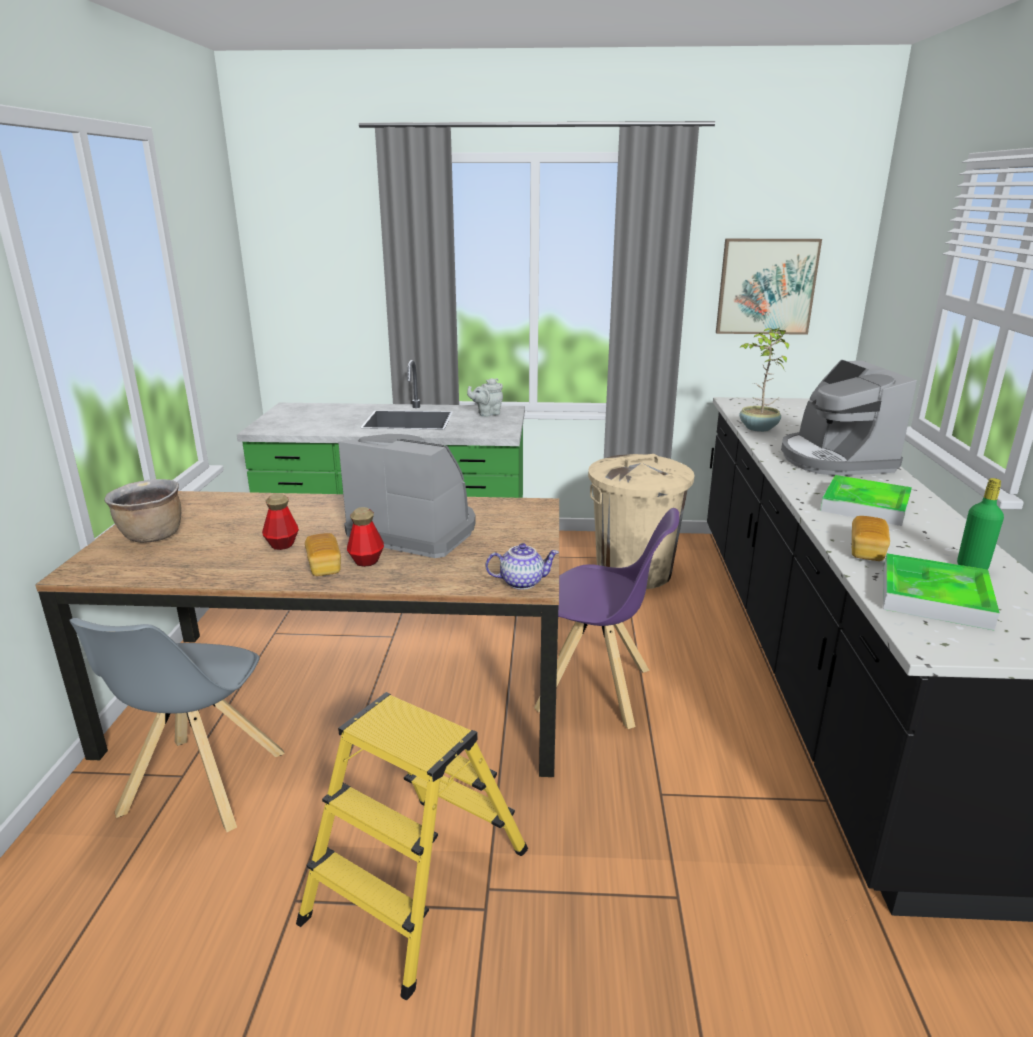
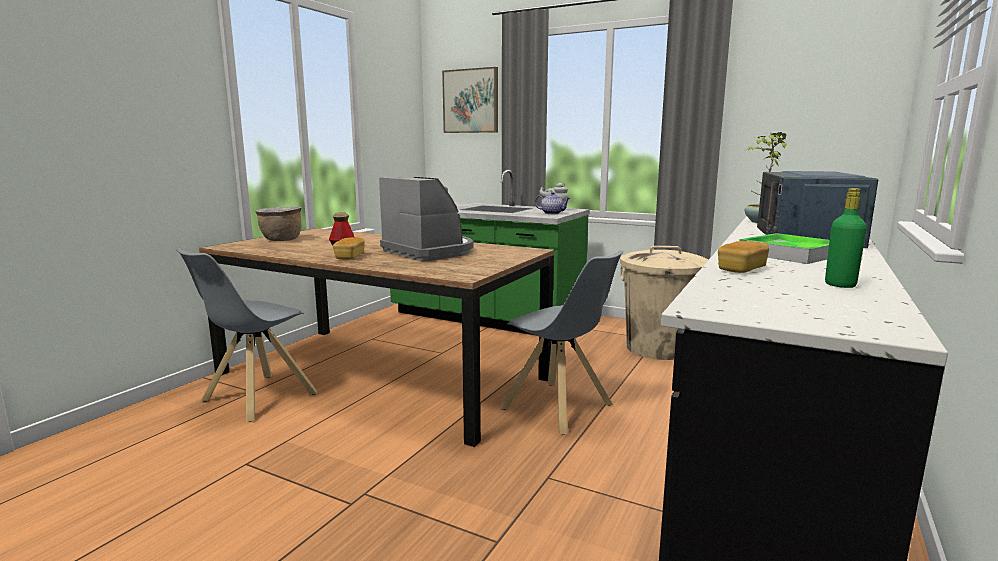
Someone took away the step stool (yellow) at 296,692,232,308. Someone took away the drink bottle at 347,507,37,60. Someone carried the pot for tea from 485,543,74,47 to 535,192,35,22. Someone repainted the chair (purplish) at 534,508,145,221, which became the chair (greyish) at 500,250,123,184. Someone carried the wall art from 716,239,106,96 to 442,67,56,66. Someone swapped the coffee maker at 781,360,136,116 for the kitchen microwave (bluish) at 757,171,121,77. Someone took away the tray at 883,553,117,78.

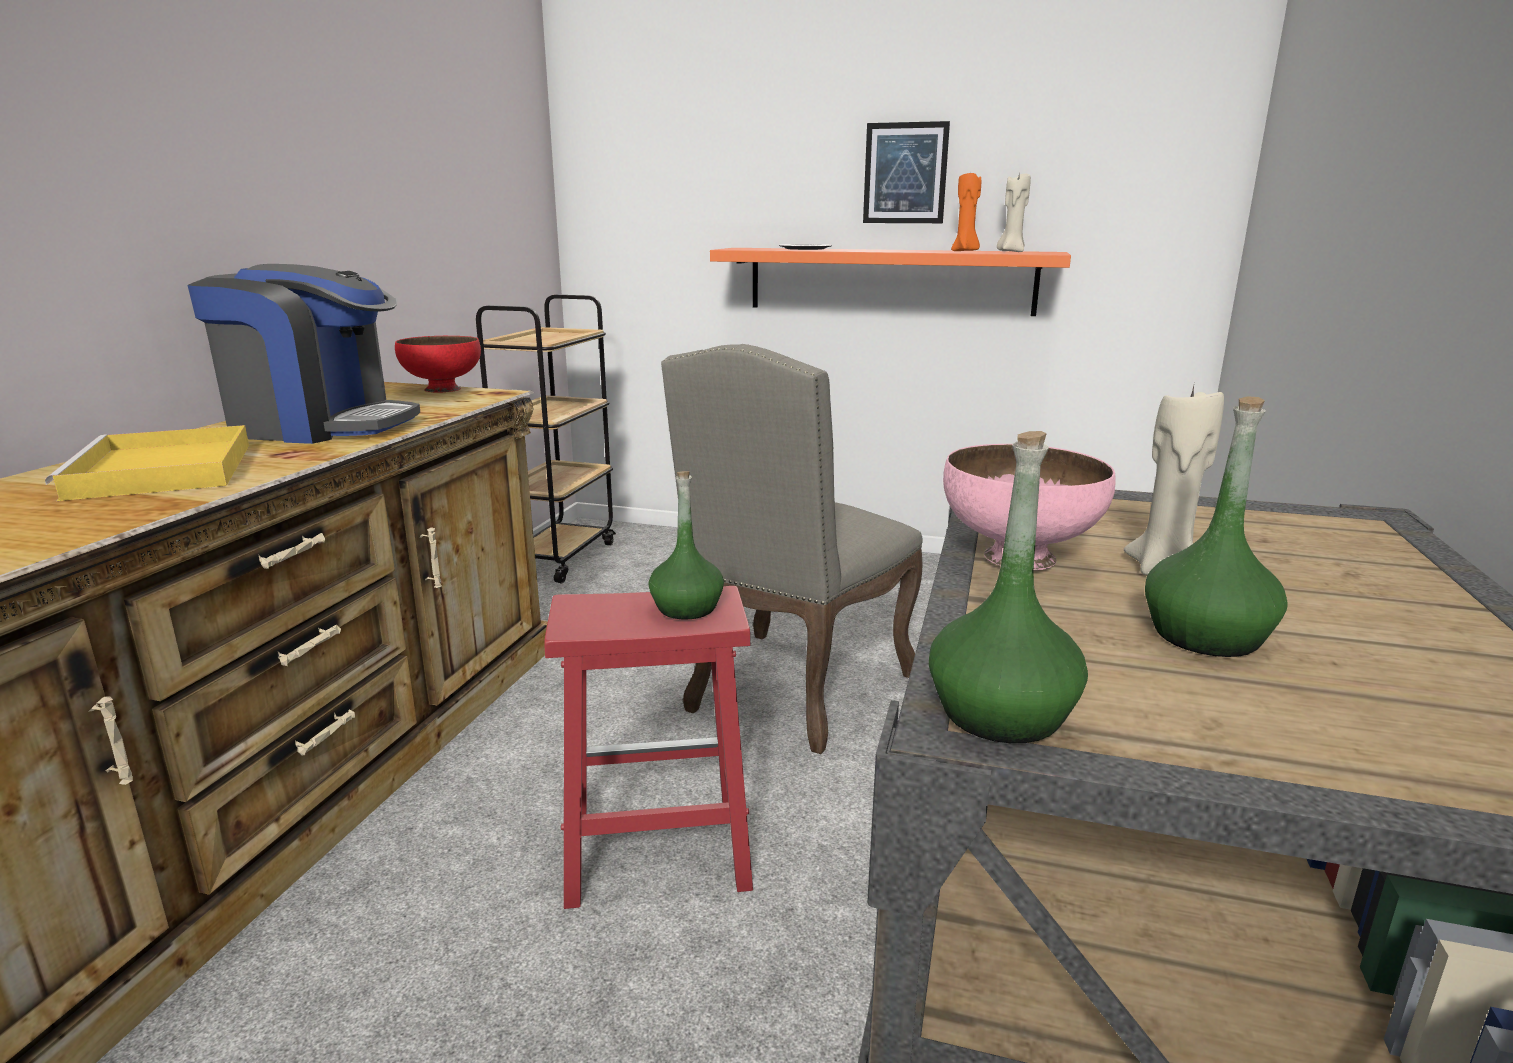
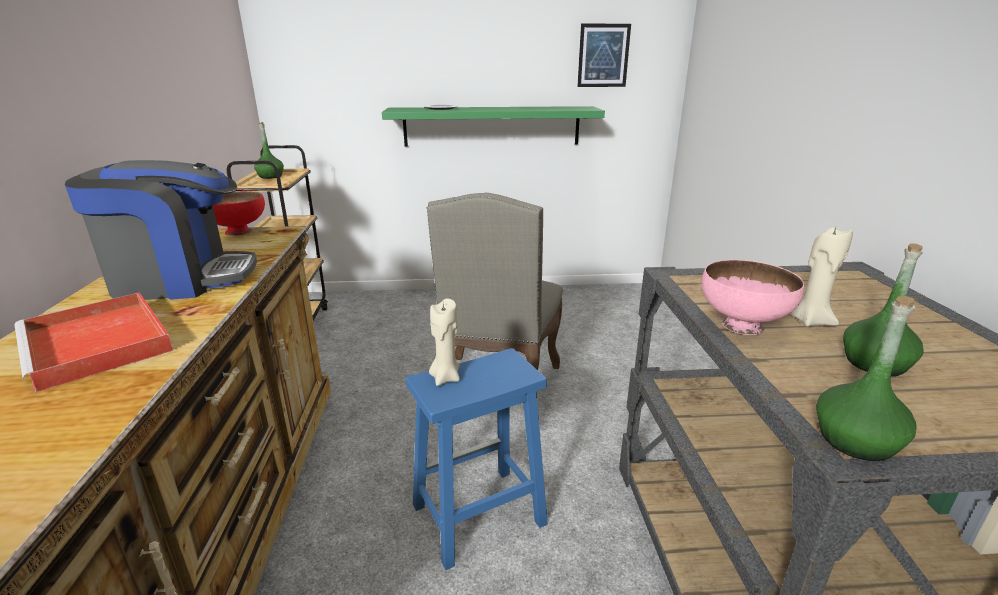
Someone repainted the tray (yellow) at 45,425,204,76, which became the tray (reddish) at 15,292,158,101. Someone repainted the stool (reddish) at 544,586,209,323, which became the stool (bluish) at 406,348,142,222. Someone carried the drink bottle (green-coloured) from 649,471,75,148 to 254,122,30,57. Someone repainted the bracket shelf (orangey) at 710,248,361,68, which became the bracket shelf (green-coloured) at 382,106,223,40. Someone carried the wall art from 863,121,87,102 to 577,24,54,63. Someone took away the wax light (orangey) at 951,172,30,79. Someone carried the wax light (sand-coloured) from 997,171,34,81 to 429,298,31,88.

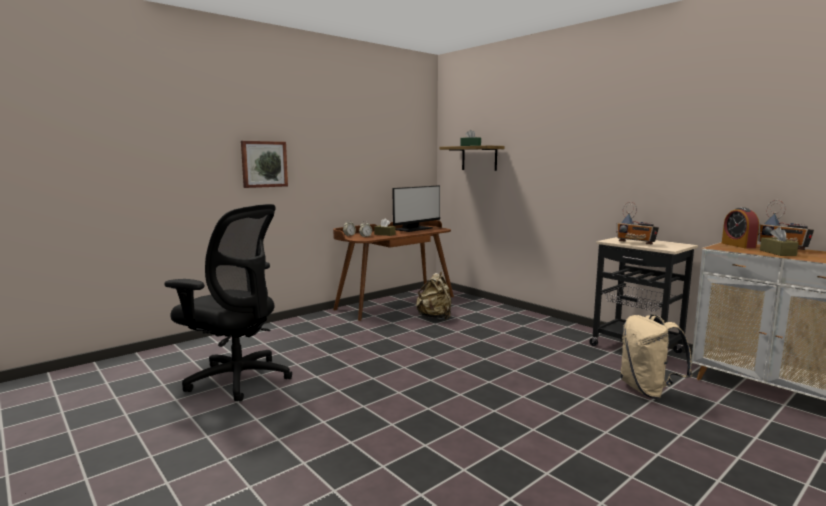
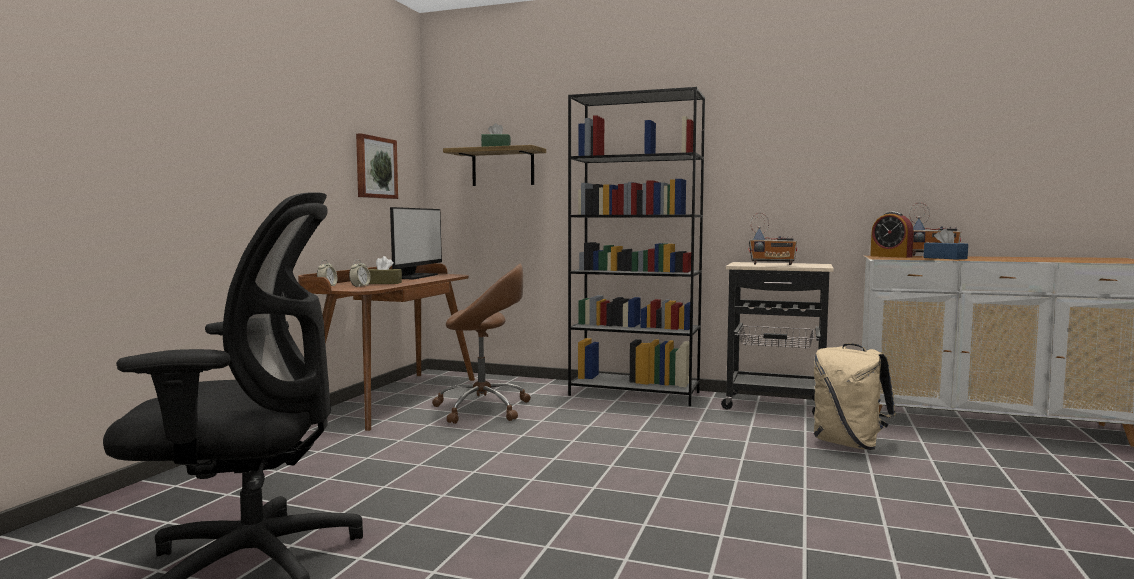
Someone carried the wall art from 241,141,47,47 to 356,133,42,66. Someone swapped the knapsack (sand-coloured) at 416,272,35,48 for the office chair (brownish) at 432,264,99,160. Someone repainted the tissue holder (brownish) at 760,227,39,29, which became the tissue holder (bluish) at 923,228,45,31. Someone put down the bookshelf (greyish) at 568,87,137,319.

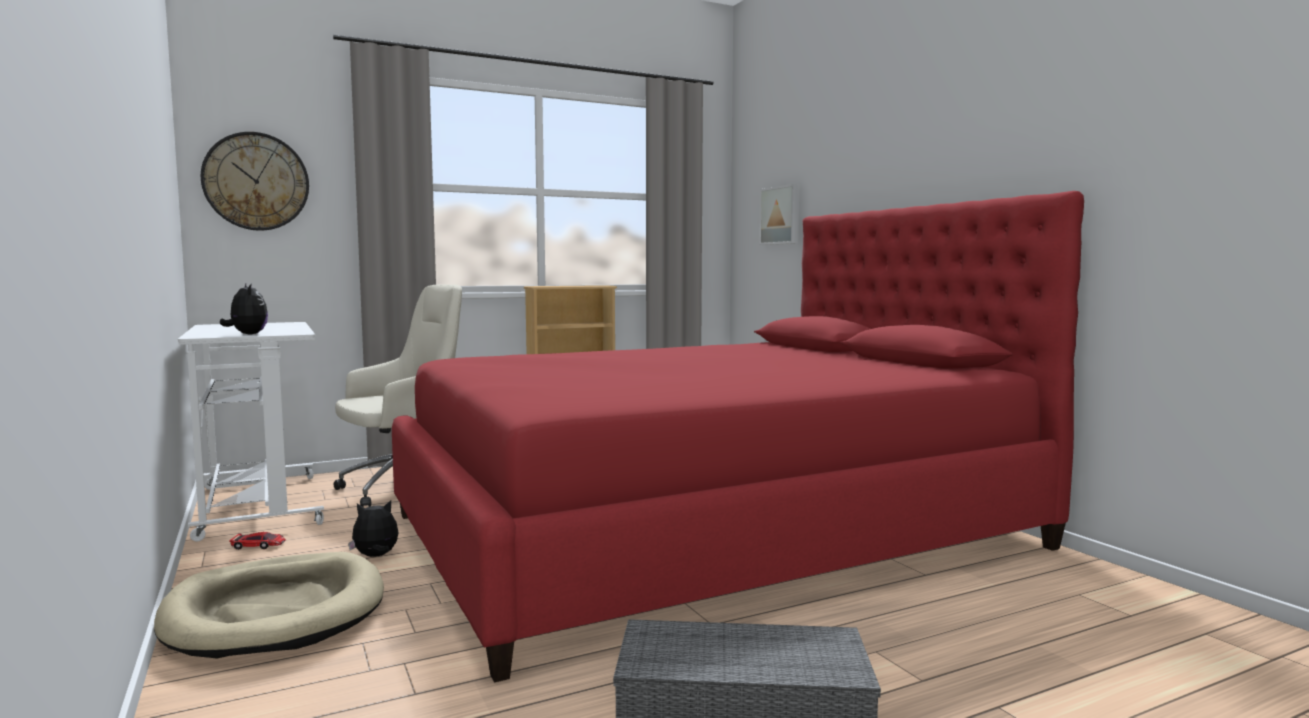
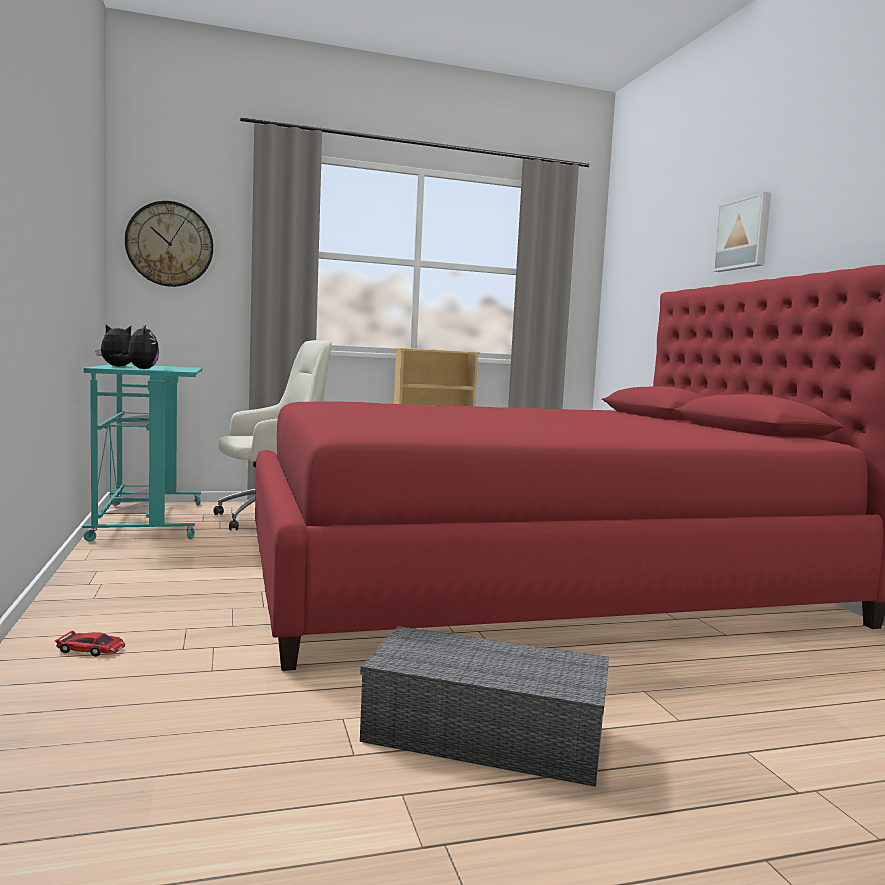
Someone took away the pet bed (sand-coloured) at 154,552,230,107. Someone repainted the desk (whitish) at 178,322,146,219, which became the desk (turquoise-coloured) at 82,364,120,178. Someone carried the model car from 229,532,57,18 to 55,631,70,26. Someone carried the plush toy from 348,500,51,57 to 95,325,37,42. Someone carried the wall art from 759,184,41,61 to 712,192,59,80.

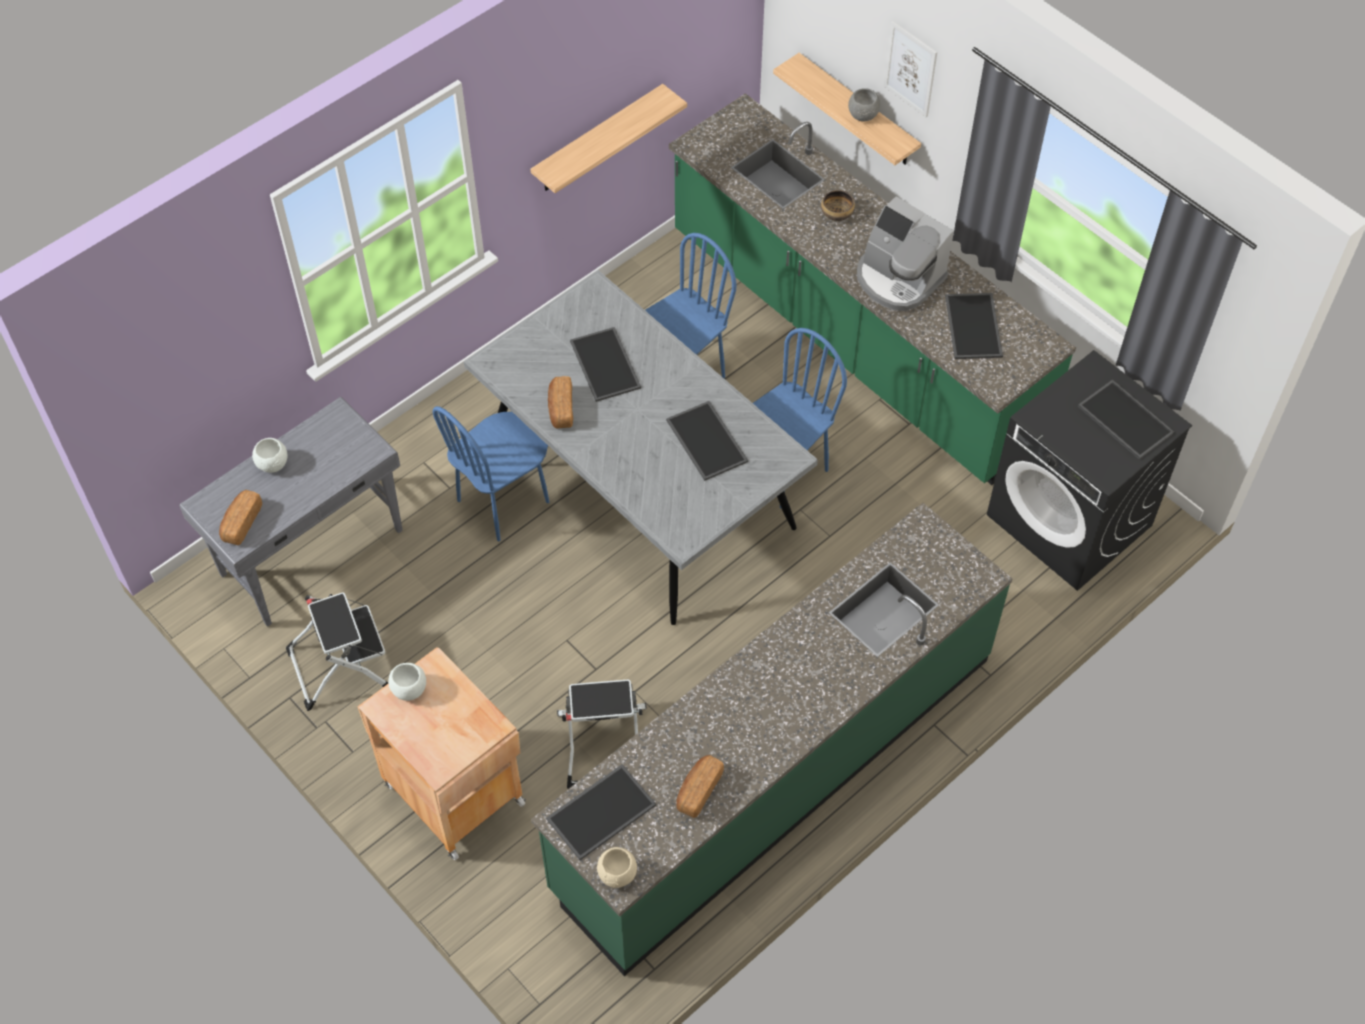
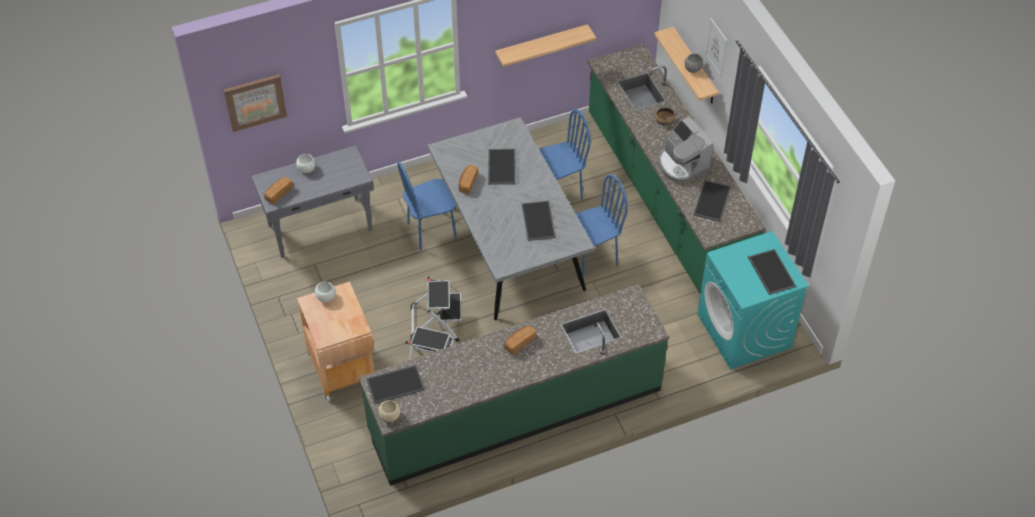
Someone carried the step stool from 286,593,102,118 to 411,276,51,65. Someone carried the bread from 676,755,48,63 to 504,326,32,28. Someone repainted the laundry appliance (black-coloured) at 987,350,205,241, which became the laundry appliance (turquoise-coloured) at 697,231,112,139. Someone put up the wall art at 224,74,63,58.

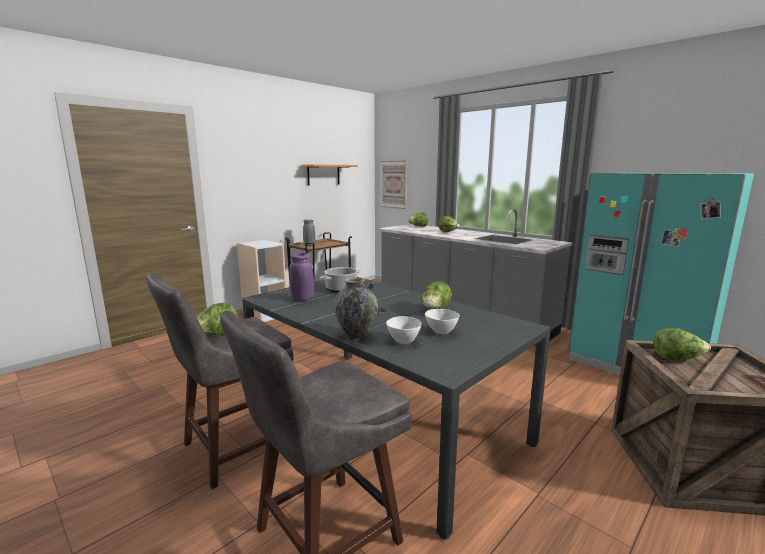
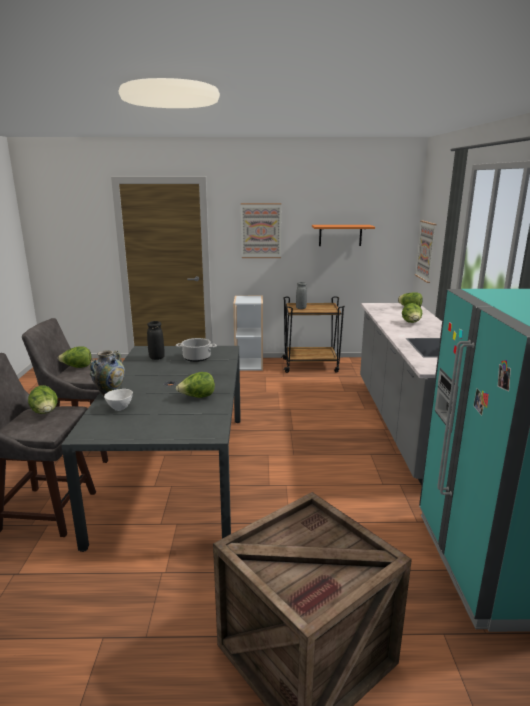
Someone repainted the flower vase (purplish) at 289,253,25,48, which became the flower vase (black-coloured) at 147,321,18,39. Someone took away the serving bowl (whitish) at 425,309,34,25. Someone carried the head of lettuce from 654,328,57,33 to 28,385,30,29. Someone put up the wall art at 241,203,40,55.

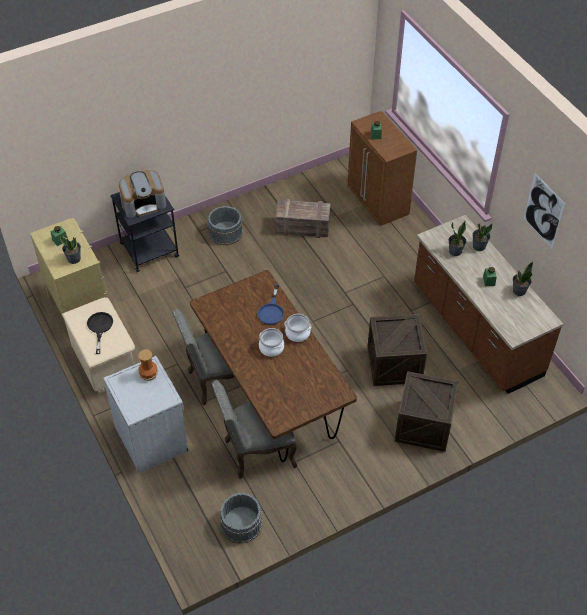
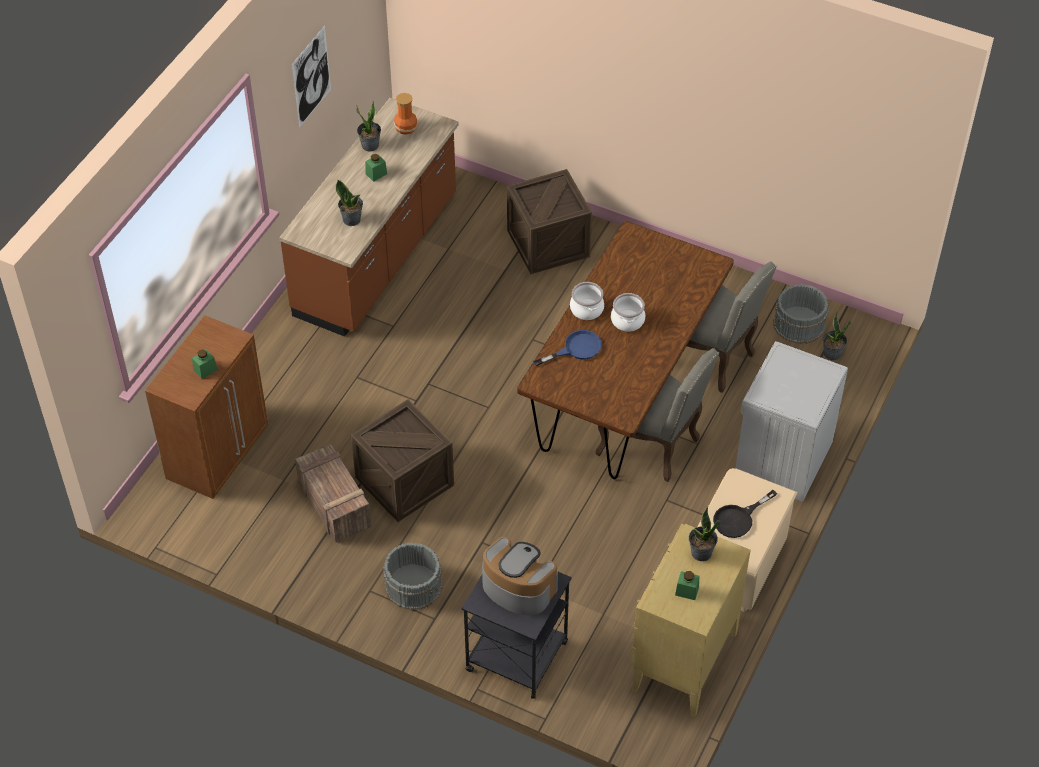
Someone carried the flower vase from 138,349,20,32 to 394,93,24,42. Someone carried the crate from 368,314,59,72 to 351,399,103,123. Someone carried the houseplant from 472,223,21,28 to 823,312,28,48.

